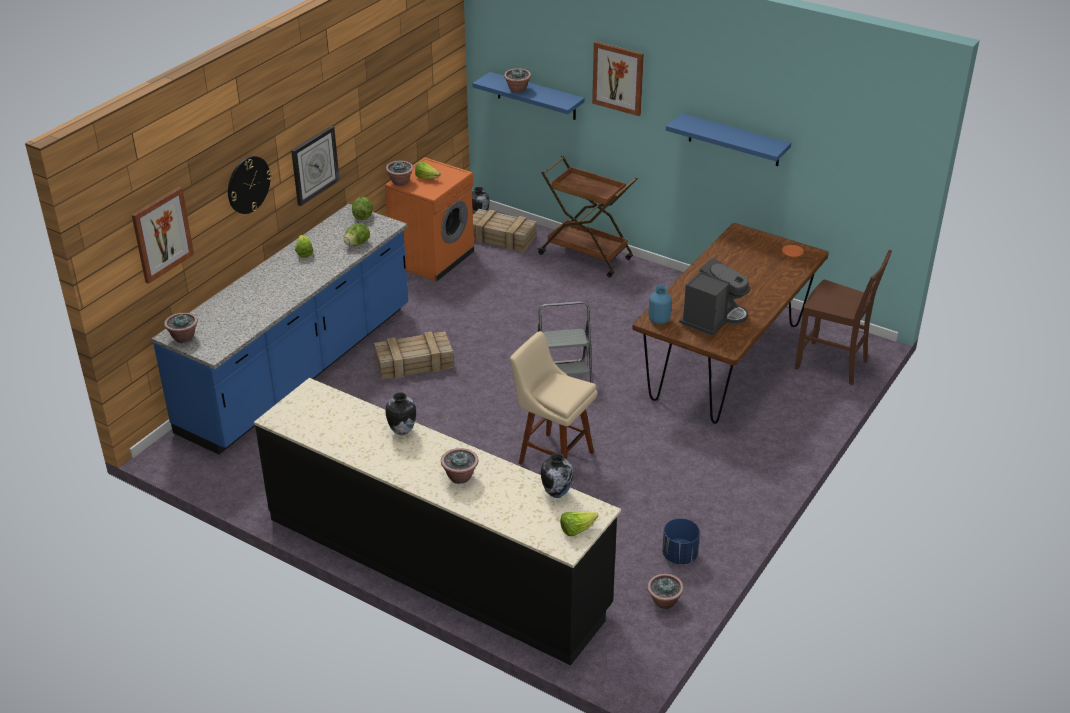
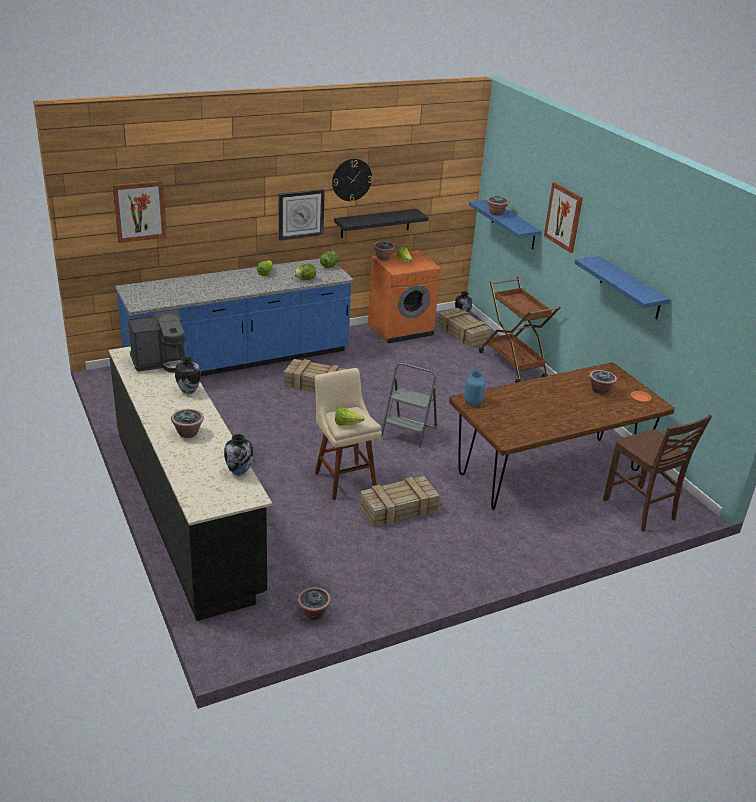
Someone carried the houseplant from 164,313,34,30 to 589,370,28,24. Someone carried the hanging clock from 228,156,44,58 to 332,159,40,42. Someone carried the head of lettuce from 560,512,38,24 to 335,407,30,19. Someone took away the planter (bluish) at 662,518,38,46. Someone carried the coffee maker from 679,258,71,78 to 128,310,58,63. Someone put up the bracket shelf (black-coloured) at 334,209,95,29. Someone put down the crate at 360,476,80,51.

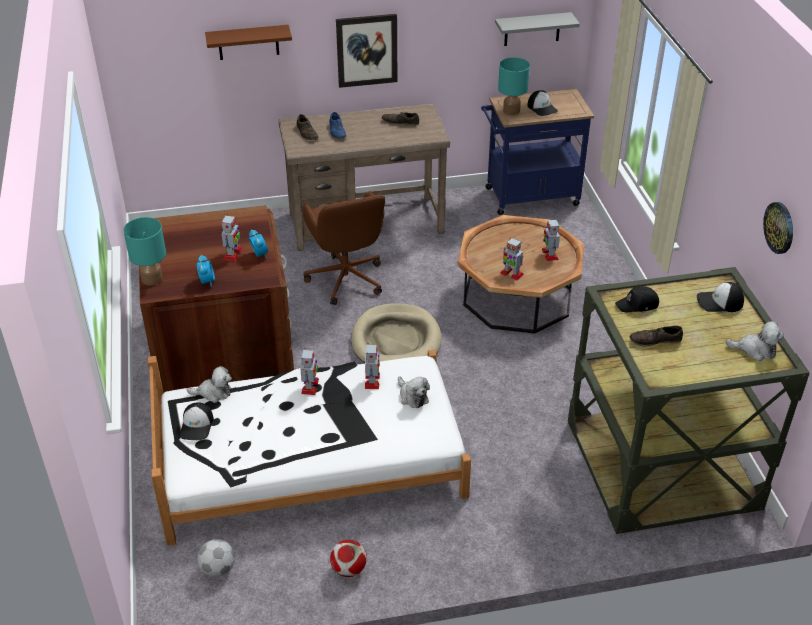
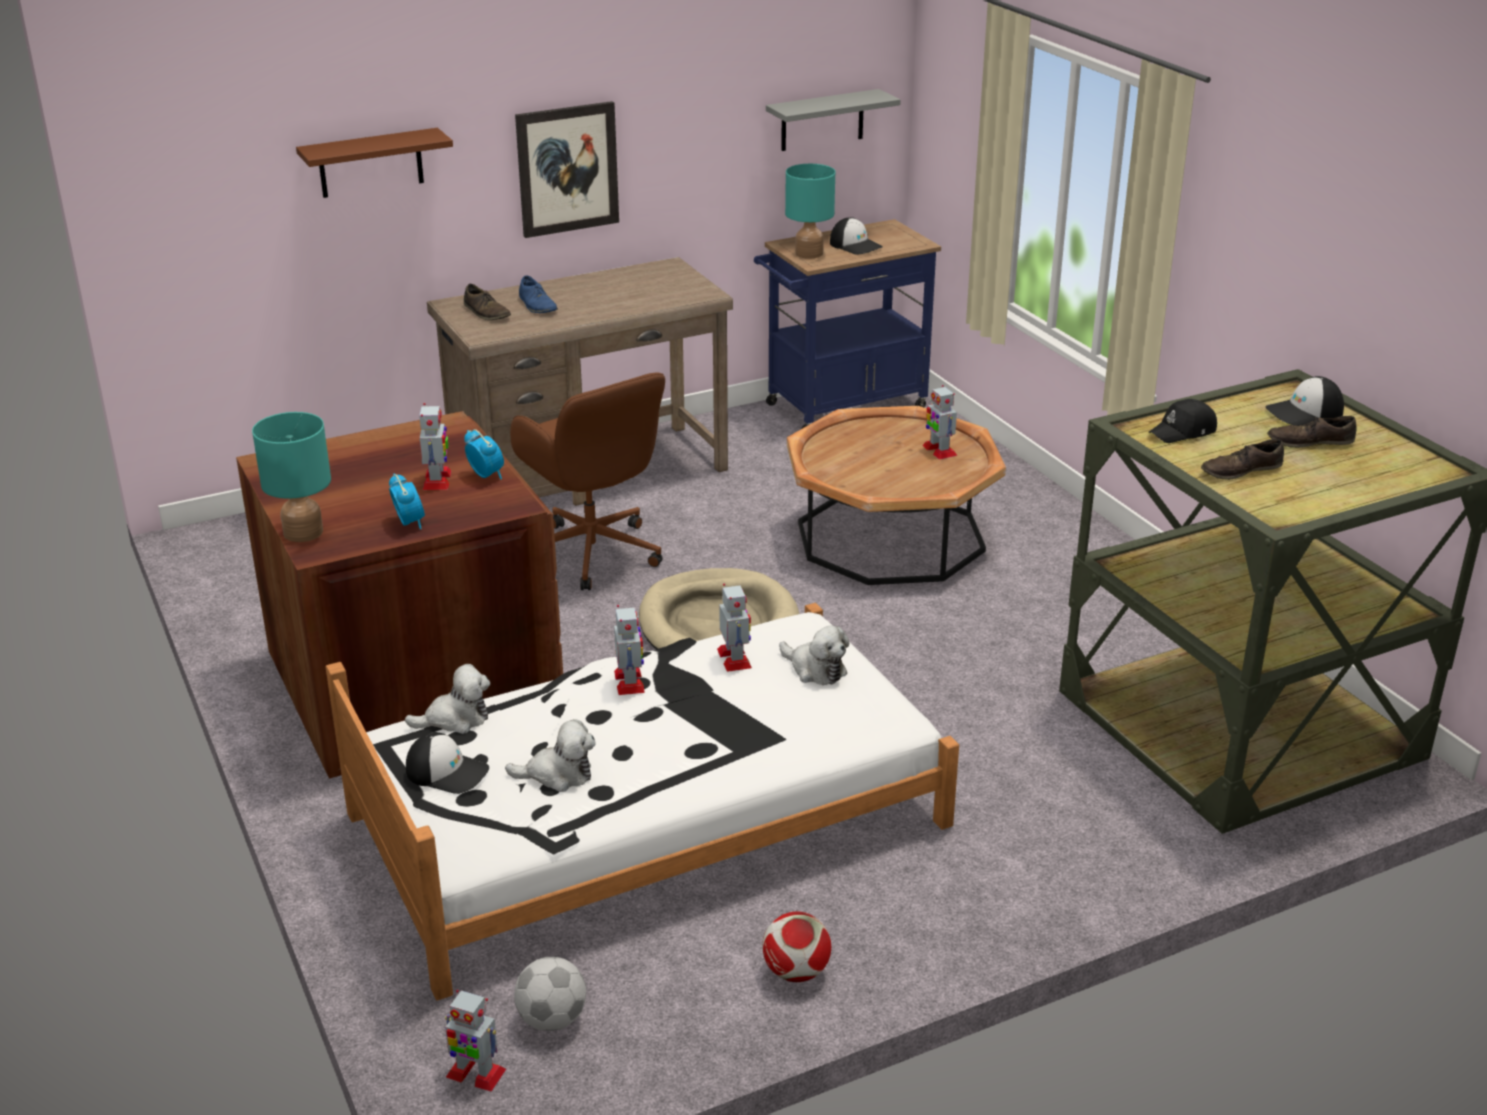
Someone rotated the baseball cap at 179,402,35,38 by 60 degrees counterclockwise. Someone carried the shoe (brownish) from 382,111,37,15 to 1267,416,89,32. Someone carried the robot figure from 500,237,24,44 to 445,990,61,102. Someone carried the plush toy from 726,321,58,40 to 505,719,91,73. Someone took away the hanging clock at 763,202,30,52.

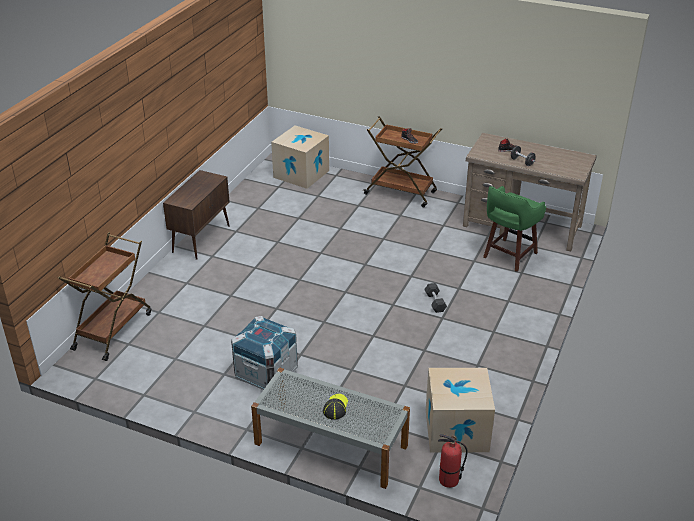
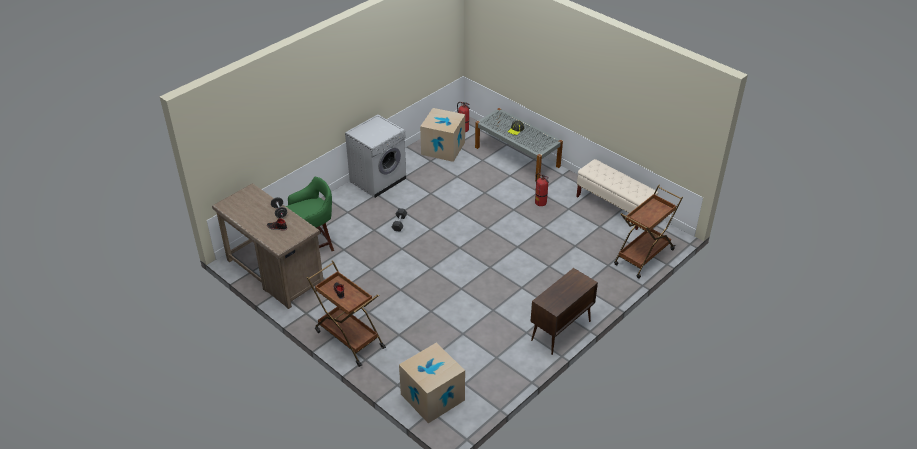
Someone swapped the crate at 231,316,67,74 for the fire extinguisher at 535,173,14,33. Someone put down the laundry appliance (whitish) at 345,114,61,84. Someone put down the bench (sand-coloured) at 576,159,82,71.

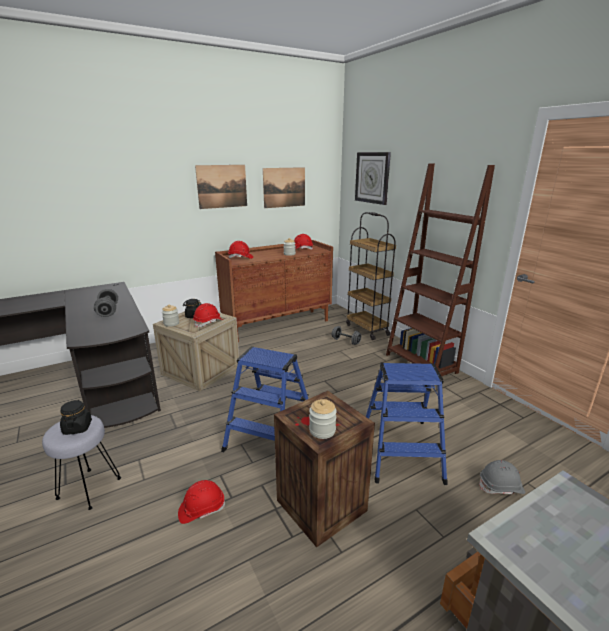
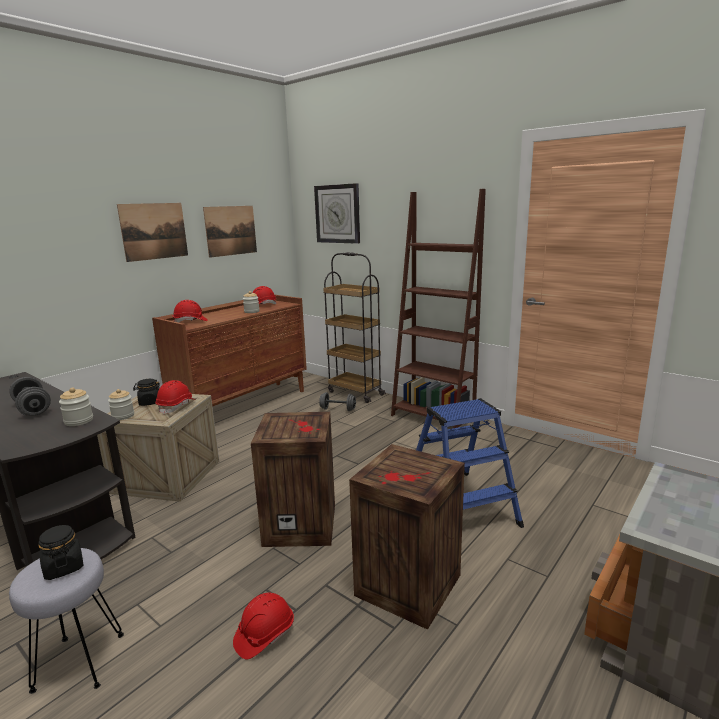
Someone swapped the step stool (bluish) at 221,346,87,107 for the crate at 251,412,84,135. Someone carried the jar from 309,399,28,40 to 59,387,34,39. Someone took away the work helmet (greyish) at 479,460,46,35.

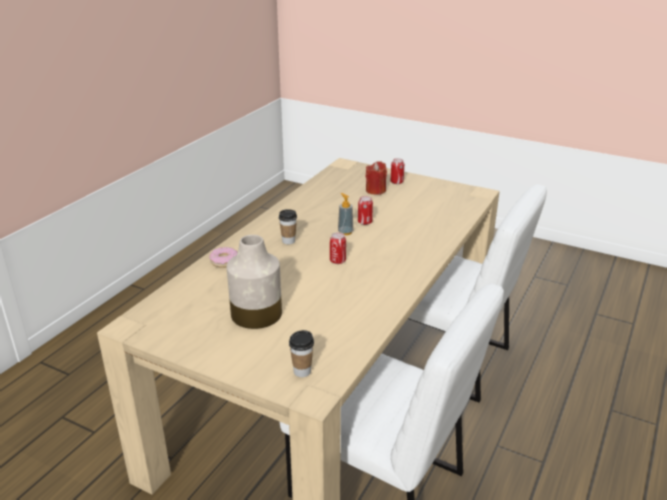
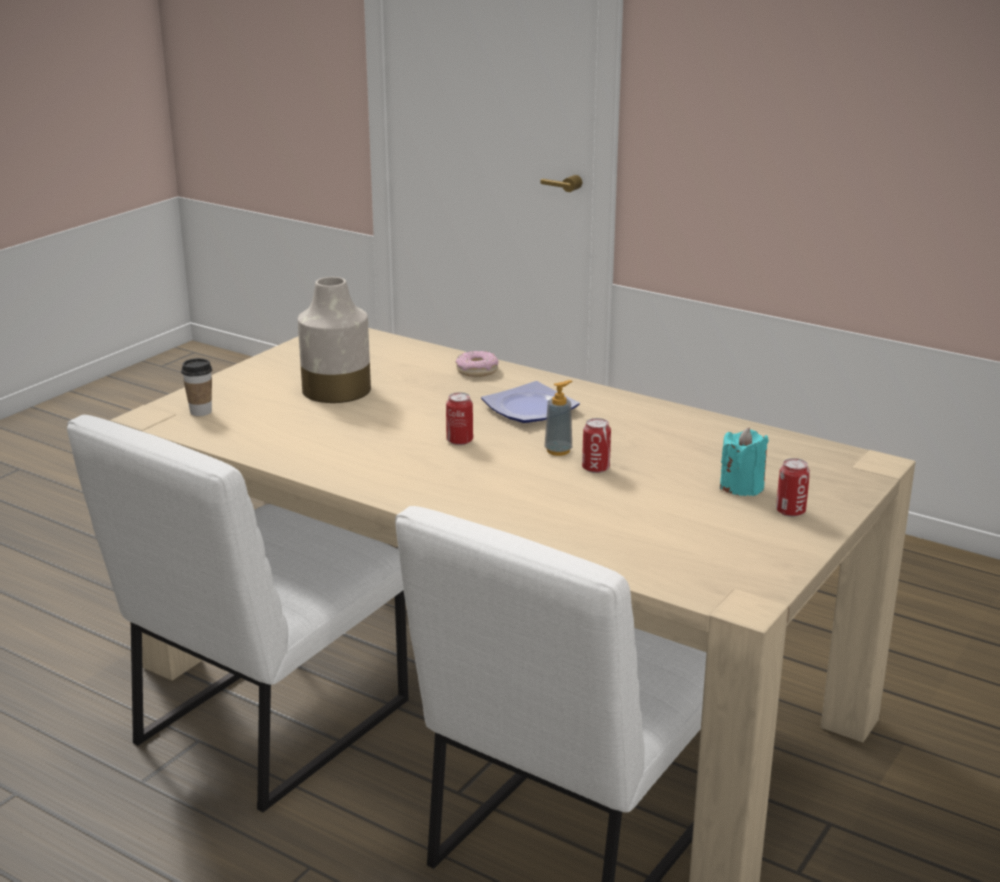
Someone swapped the cup at 279,209,18,35 for the plate at 481,381,99,42. Someone repainted the wax light (reddish) at 366,161,21,34, which became the wax light (turquoise-coloured) at 720,428,49,68.

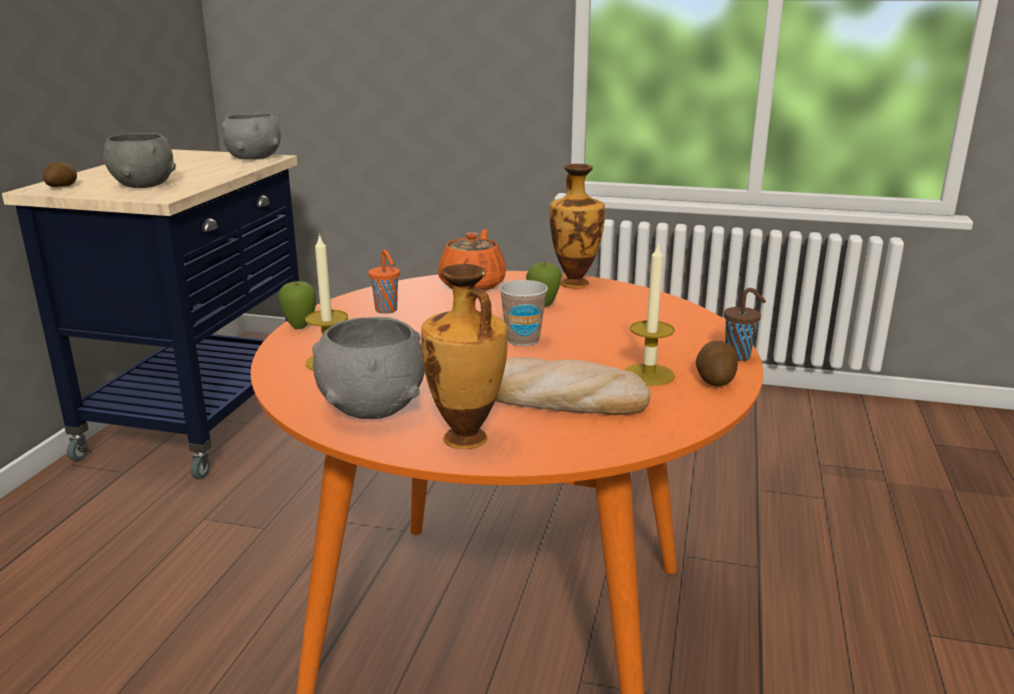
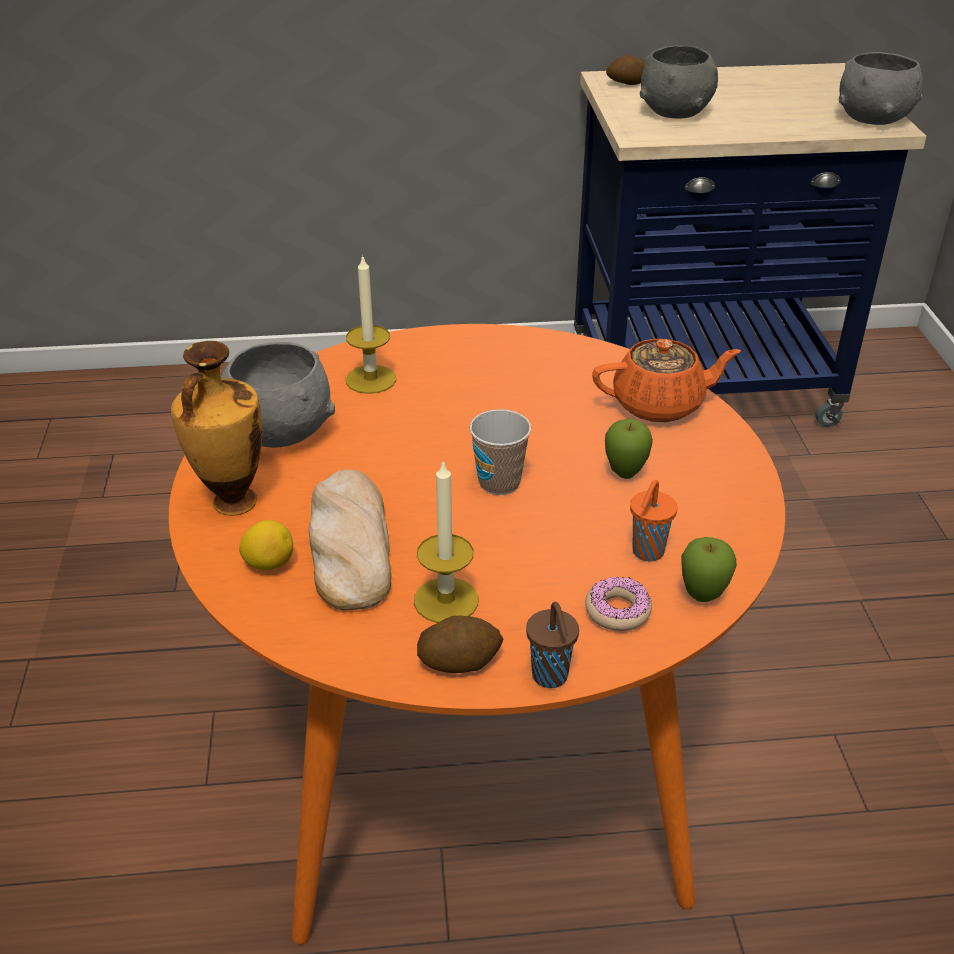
Someone carried the apple fruit from 278,281,38,48 to 681,537,56,65. Someone carried the cup (orangey) from 368,250,32,64 to 630,480,47,81. Someone took away the flower vase at 549,164,56,125. Someone put down the citrus fruit at 239,520,54,50. Someone put down the doughnut at 585,577,67,54.

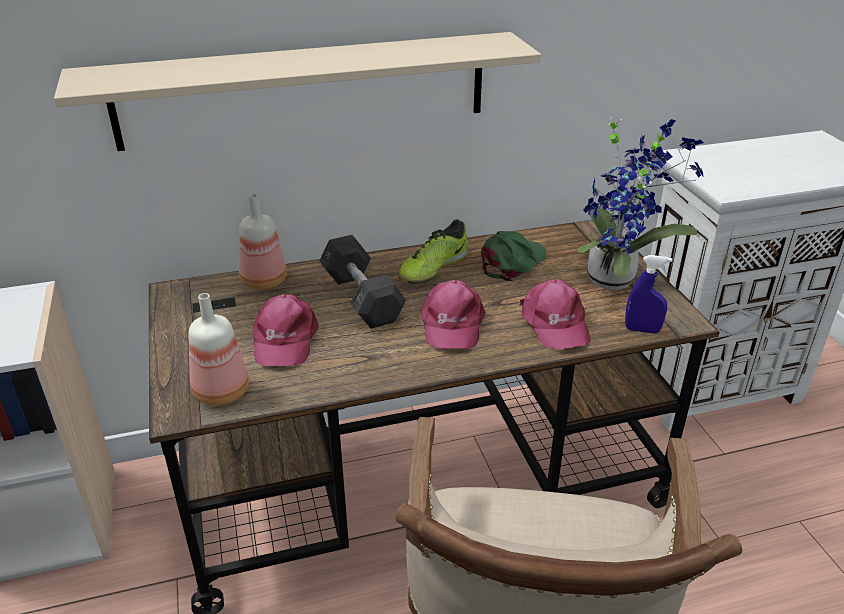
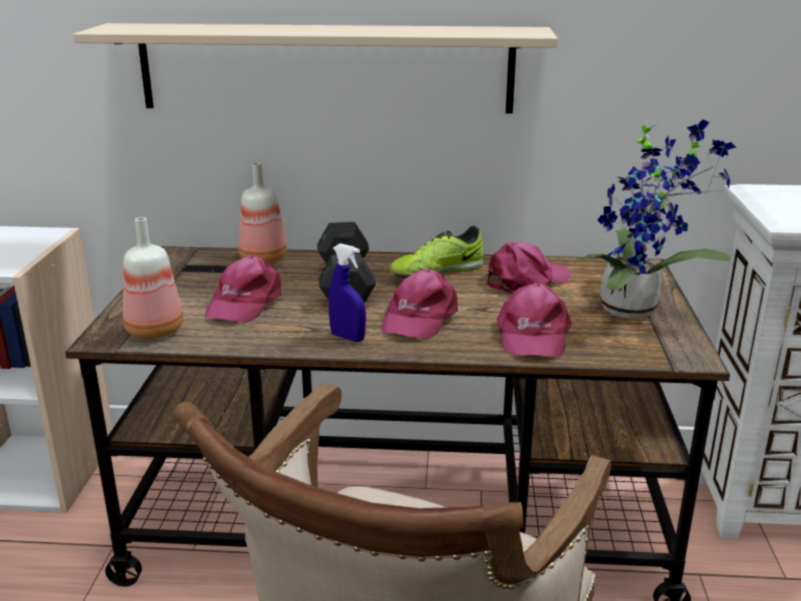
Someone repainted the baseball cap (green-coloured) at 481,231,66,50, which became the baseball cap (pink-coloured) at 487,242,84,51. Someone carried the hand sprayer (bluish) from 625,255,47,79 to 328,243,38,99.

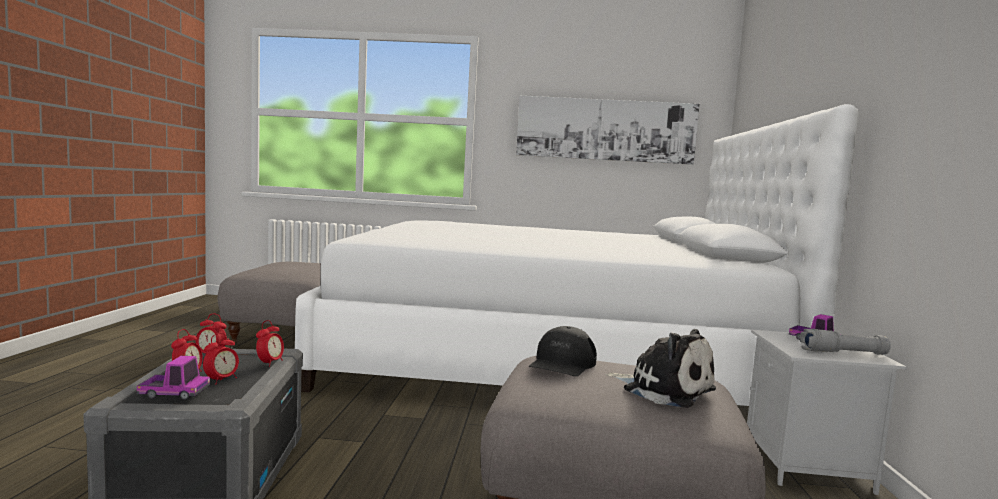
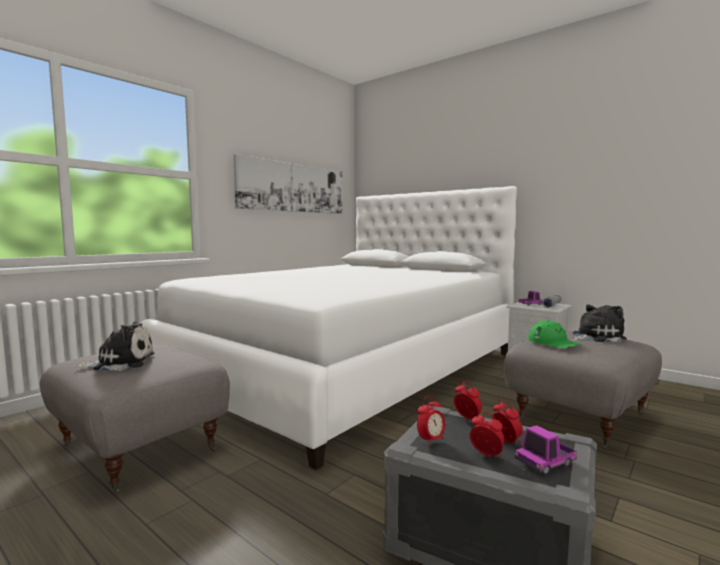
Someone rotated the toy lorry at 137,356,73,44 by 150 degrees counterclockwise. Someone repainted the baseball cap (black-coloured) at 529,326,68,50, which became the baseball cap (green-coloured) at 528,320,52,28. Someone put down the plush toy at 75,321,80,50.

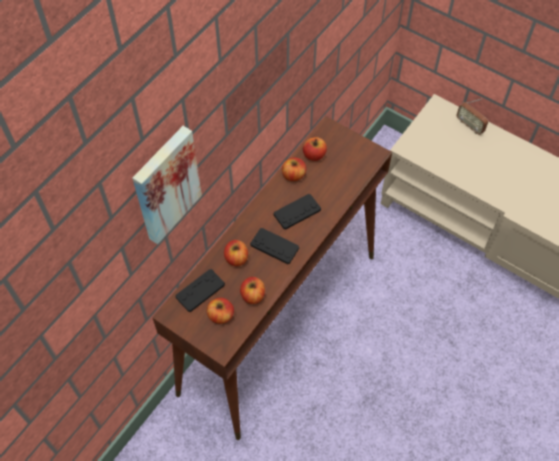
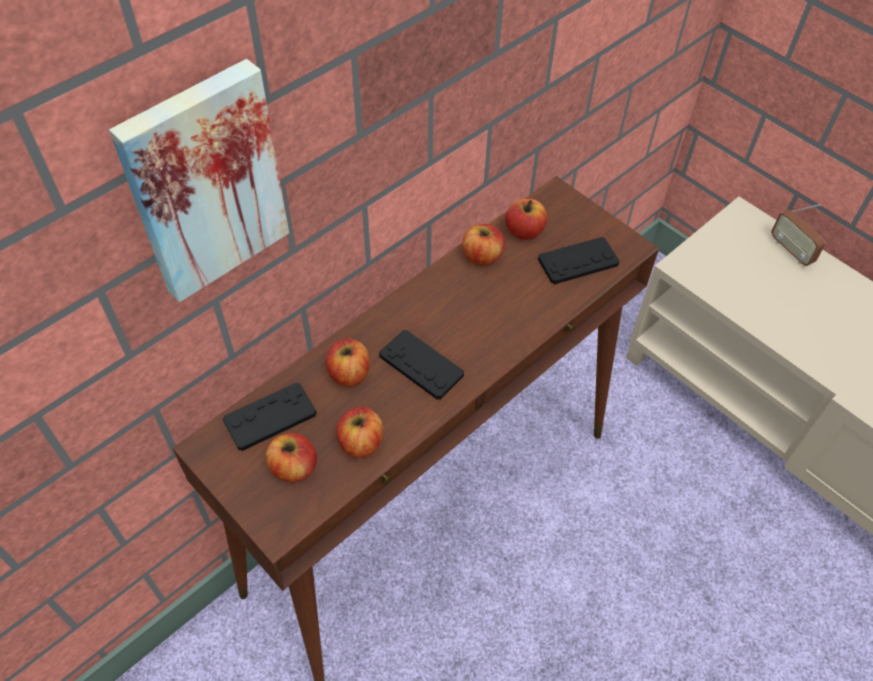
Someone carried the game controller (black-coloured) from 274,194,47,36 to 538,237,81,47.

